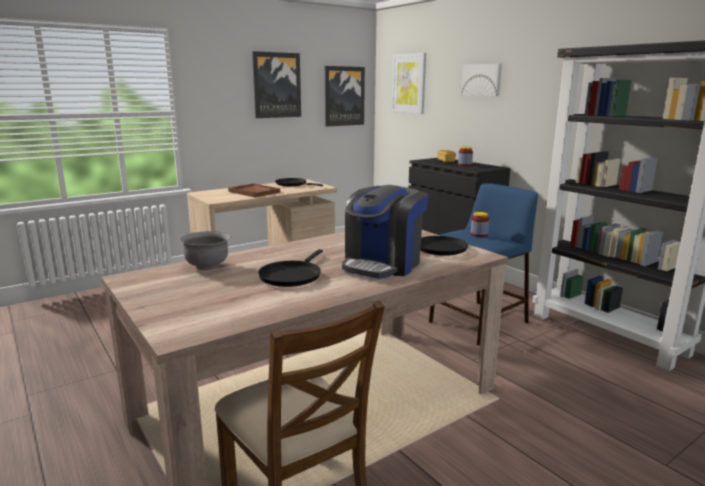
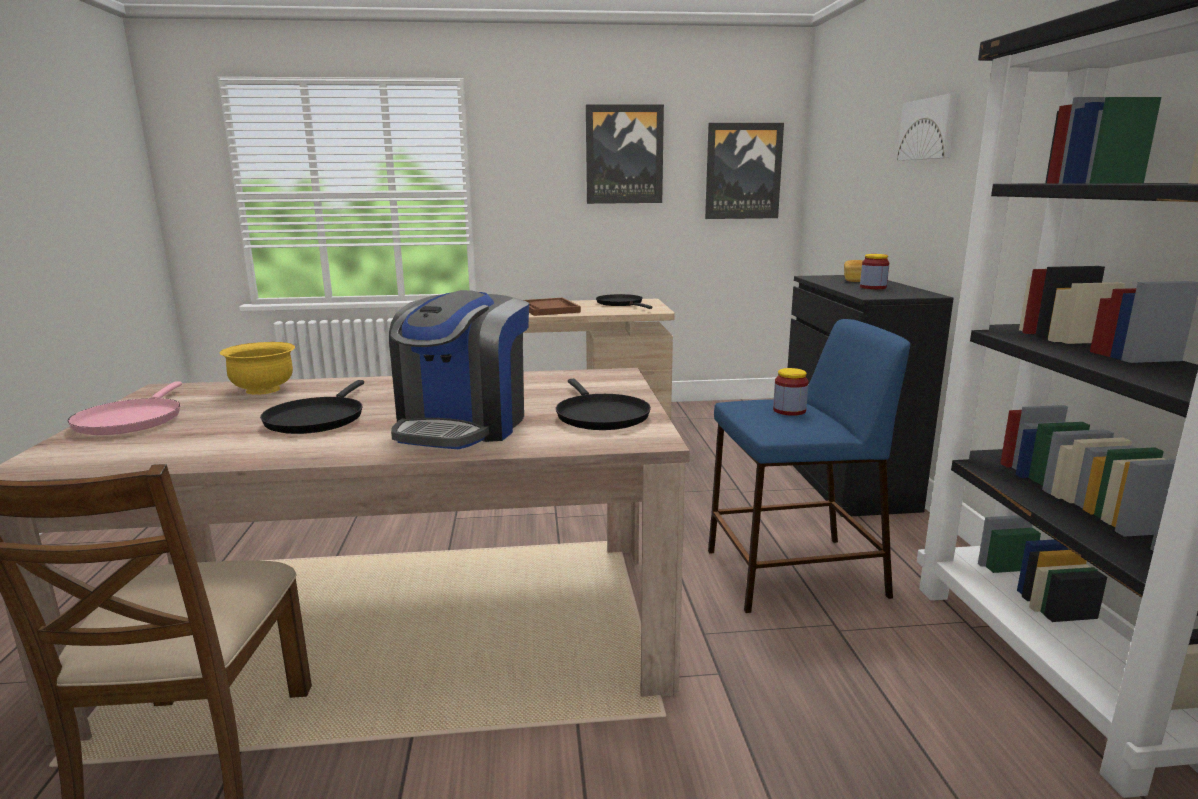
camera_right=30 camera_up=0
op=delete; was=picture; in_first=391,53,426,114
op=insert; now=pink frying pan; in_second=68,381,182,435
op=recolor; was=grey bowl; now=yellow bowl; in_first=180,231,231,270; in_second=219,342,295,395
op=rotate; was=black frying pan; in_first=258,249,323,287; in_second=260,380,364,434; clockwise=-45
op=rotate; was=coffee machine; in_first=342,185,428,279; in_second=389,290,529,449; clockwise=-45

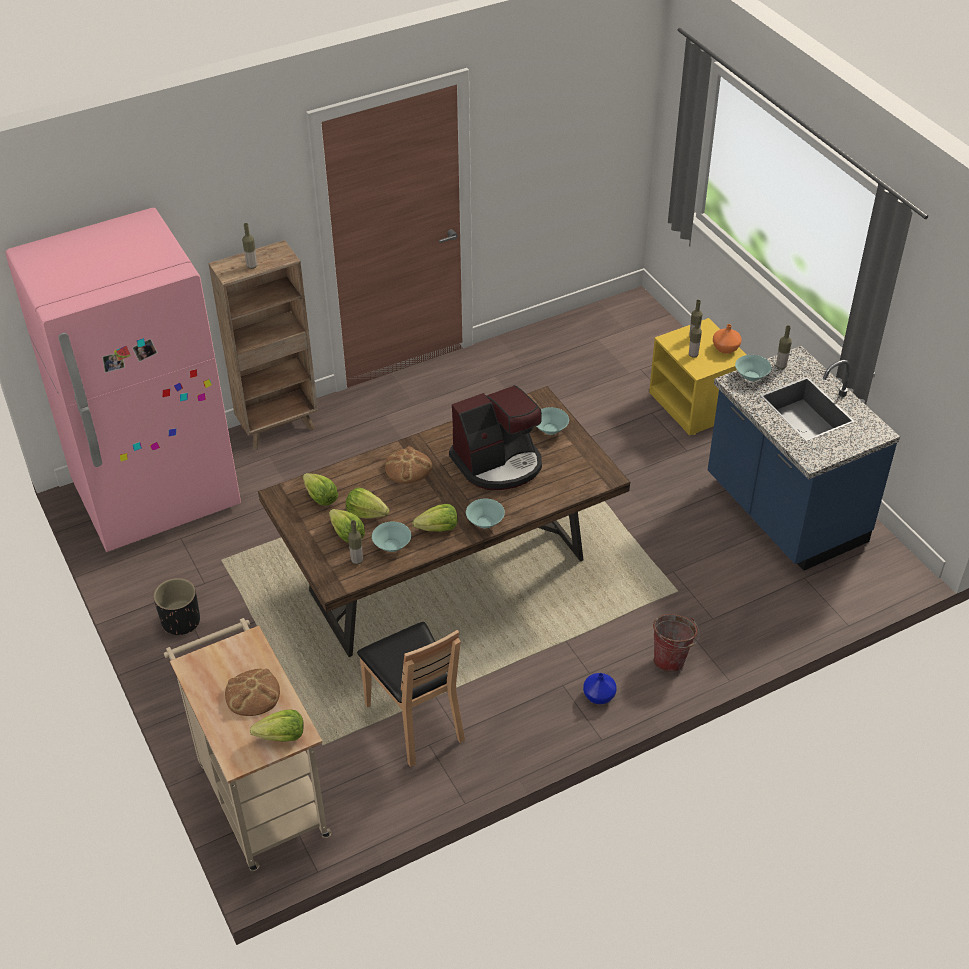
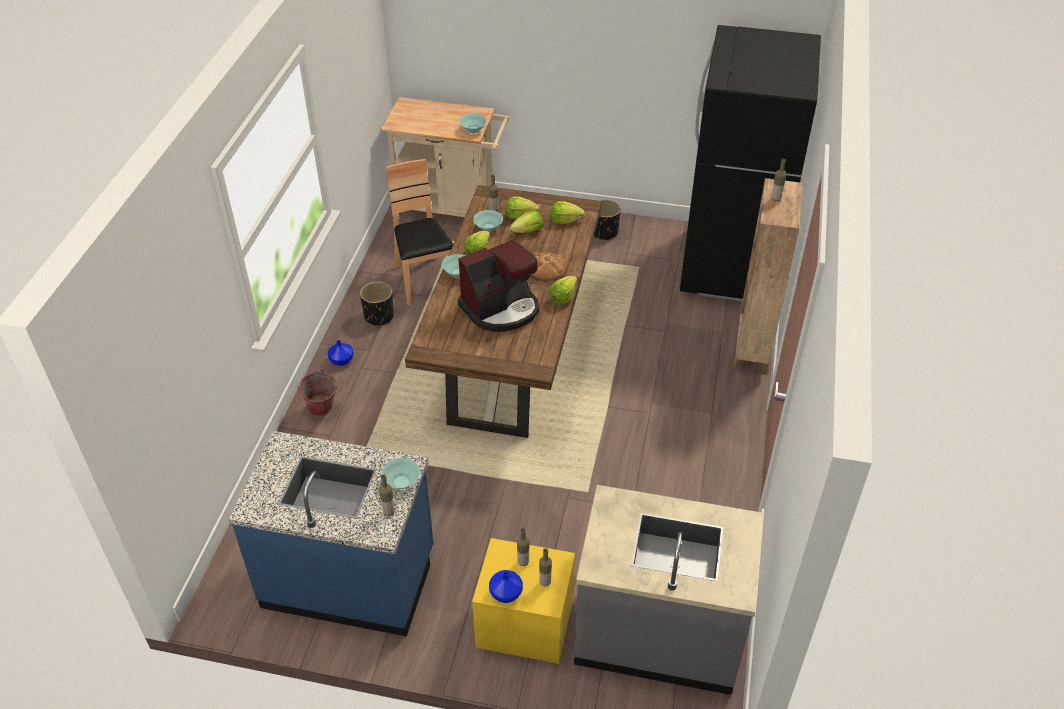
camera_right=130 camera_up=0
op=delete; was=bread; in_first=225,669,280,716
op=insert; now=black planter; in_second=360,281,394,326
op=insert; now=grey counter; in_second=574,485,764,695
op=move; was=lettuce; in_first=250,709,303,742; in_second=549,276,577,305
op=move; was=turquoise bowl; in_first=536,407,569,435; in_second=459,114,487,133
op=recolor; was=pink fridge; now=black fridge; in_first=5,208,241,552; in_second=680,25,821,301
op=recolor; was=orange vase; now=blue vase; in_first=713,324,742,354; in_second=489,570,523,603
op=rotate; was=brown chair; in_first=357,622,465,767; in_second=386,159,453,305; clockwise=60
op=rotate; was=coffee machine; in_first=449,385,542,490; in_second=458,240,539,332; clockwise=-135

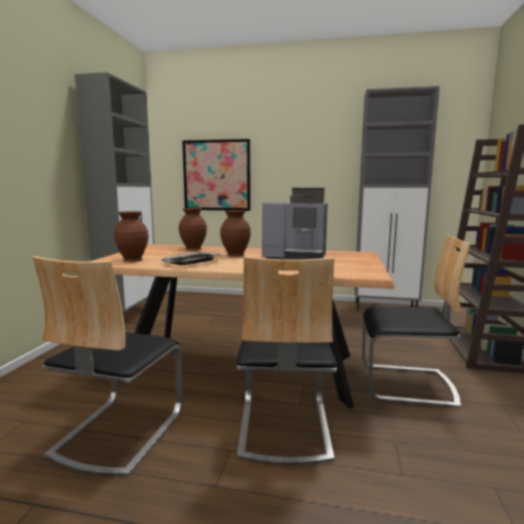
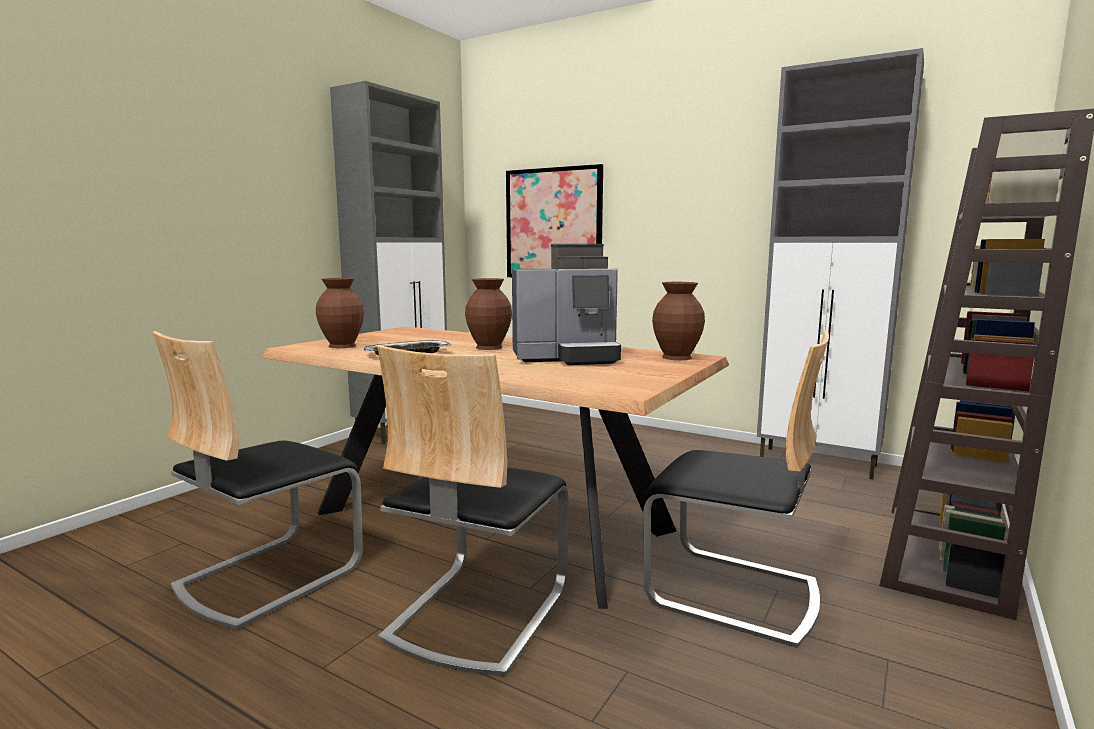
camera_right=20 camera_up=0
op=move; was=brown vase; in_first=179,208,207,250; in_second=652,282,705,360
op=rotate; was=coffee machine; in_first=262,188,328,260; in_second=512,244,621,365; clockwise=-45

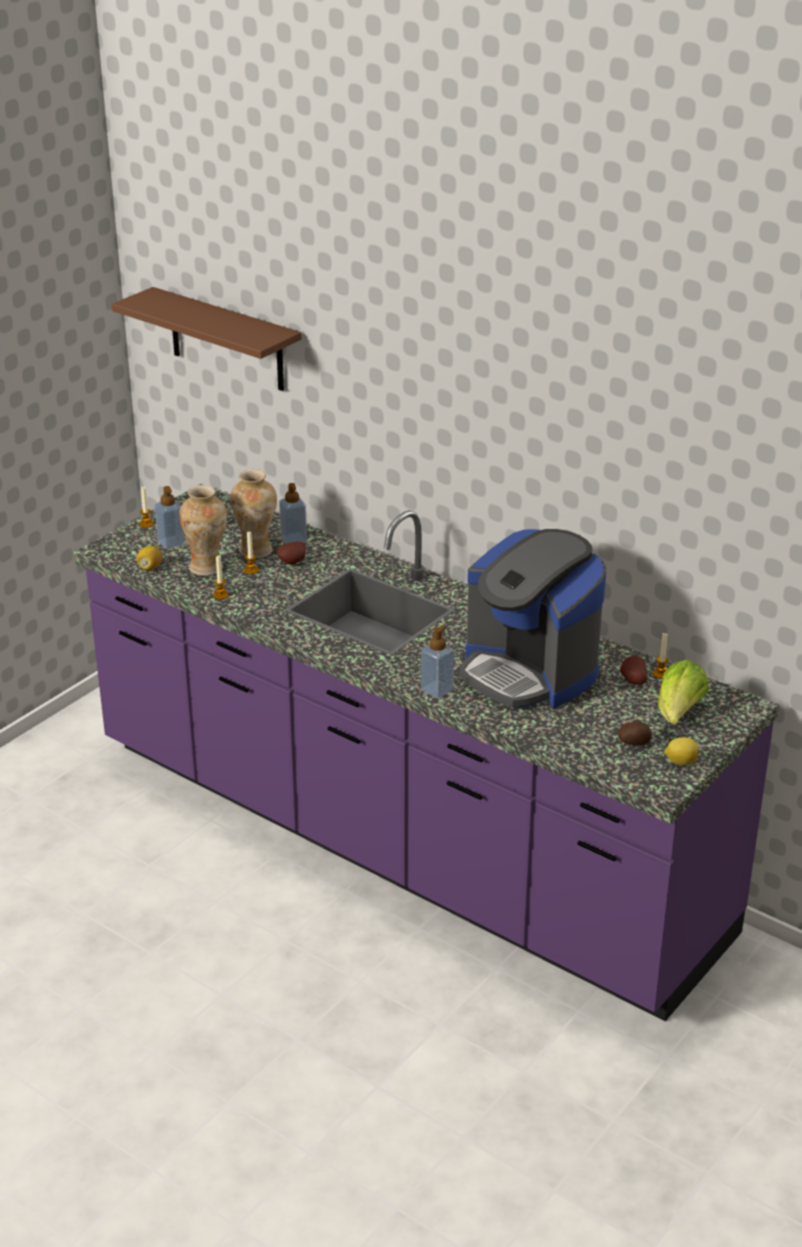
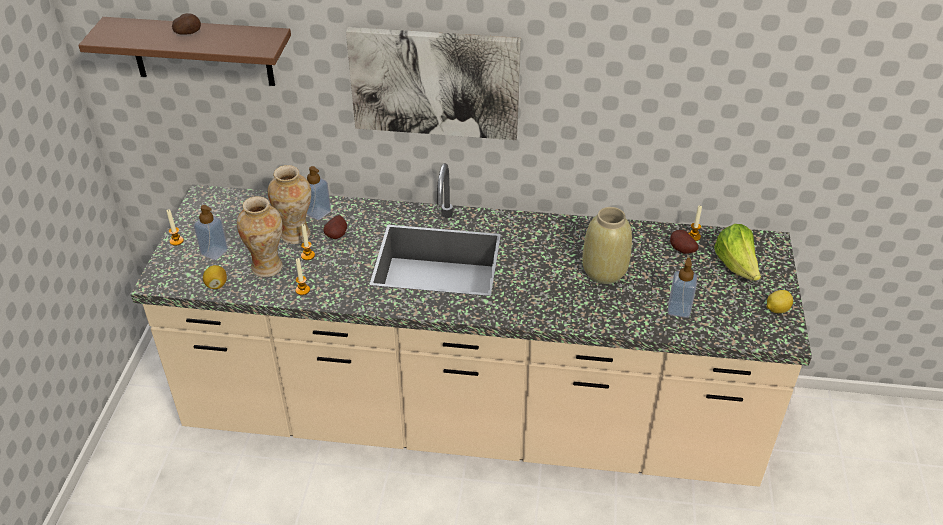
camera_right=-30 camera_up=10
op=insert; now=picture; in_second=346,27,521,140
op=move; was=soap dispenser; in_first=421,625,454,698; in_second=668,258,697,318
op=move; was=potato; in_first=618,721,652,746; in_second=172,13,201,34
op=replace; was=coffee machine; now=beige vase; in_first=459,529,606,708; in_second=582,207,632,284
op=recolor; was=purple counter; now=beige counter; in_first=73,484,779,1021; in_second=131,163,812,487

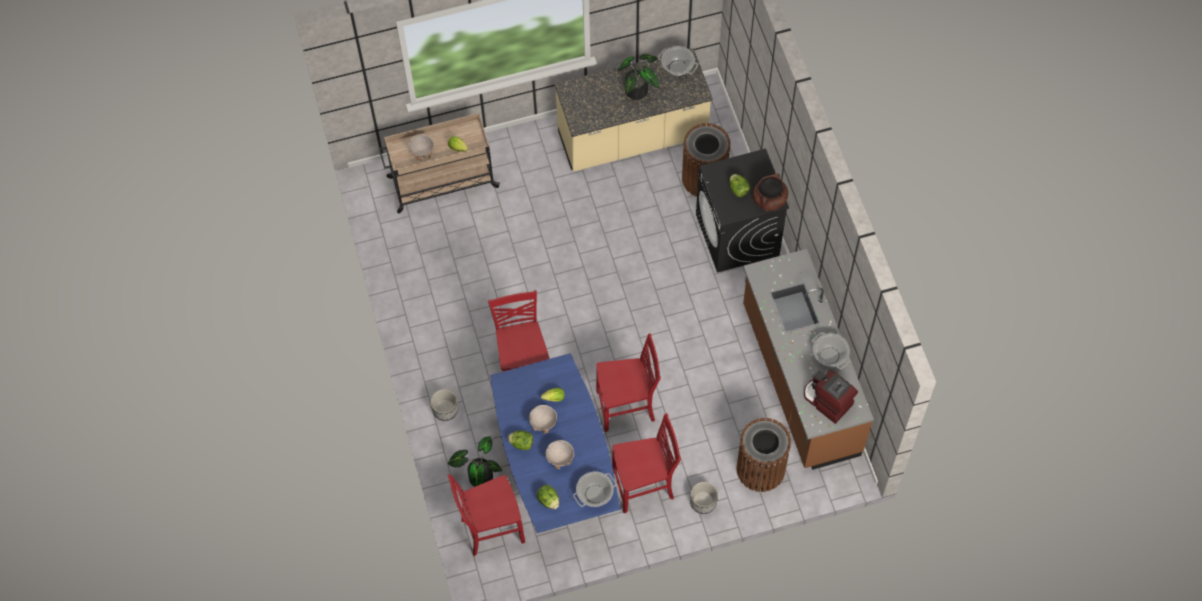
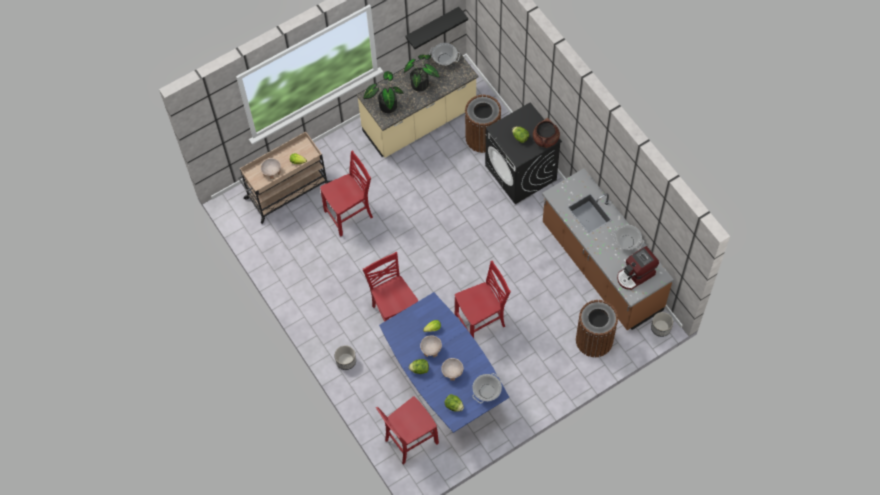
camera_right=-15 camera_up=0
op=insert; now=black shelf; in_second=405,7,468,49
op=move; was=potted plant; in_first=448,436,502,487; in_second=363,71,404,113
op=move; was=red chair; in_first=612,413,681,513; in_second=320,150,373,237
op=move; was=planter; in_first=690,482,718,514; in_second=651,312,673,337
op=rotate; was=coffee machine; in_first=804,370,858,424; in_second=617,246,659,290; clockwise=-60

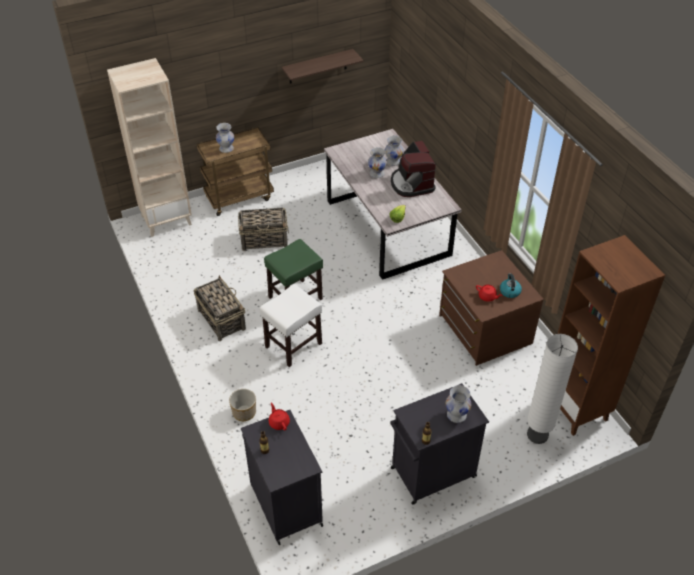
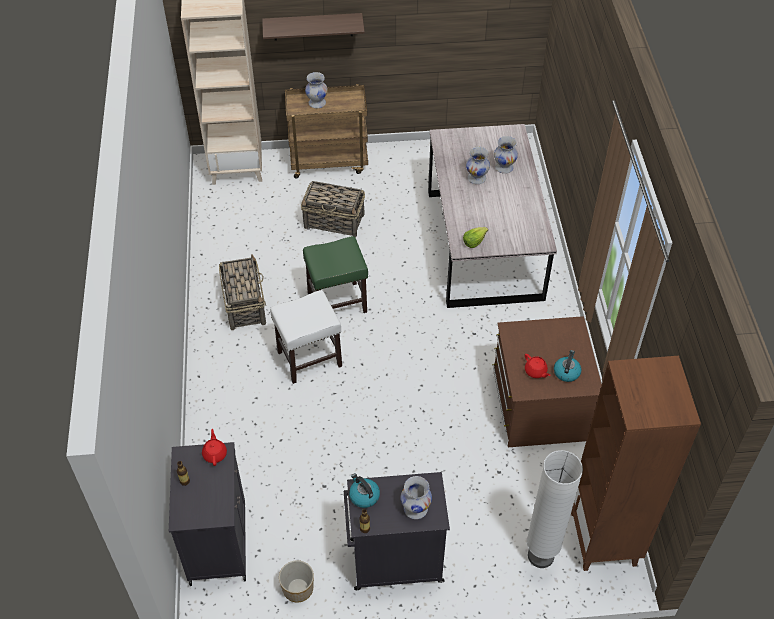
camera_right=20 camera_up=5
op=delete; was=coffee machine; in_first=391,141,436,197
op=insert; now=kettle; in_second=349,473,380,508
op=move; was=planter; in_first=229,389,256,421; in_second=279,560,314,603
op=move; was=shelf; in_first=281,49,363,83; in_second=262,13,365,41

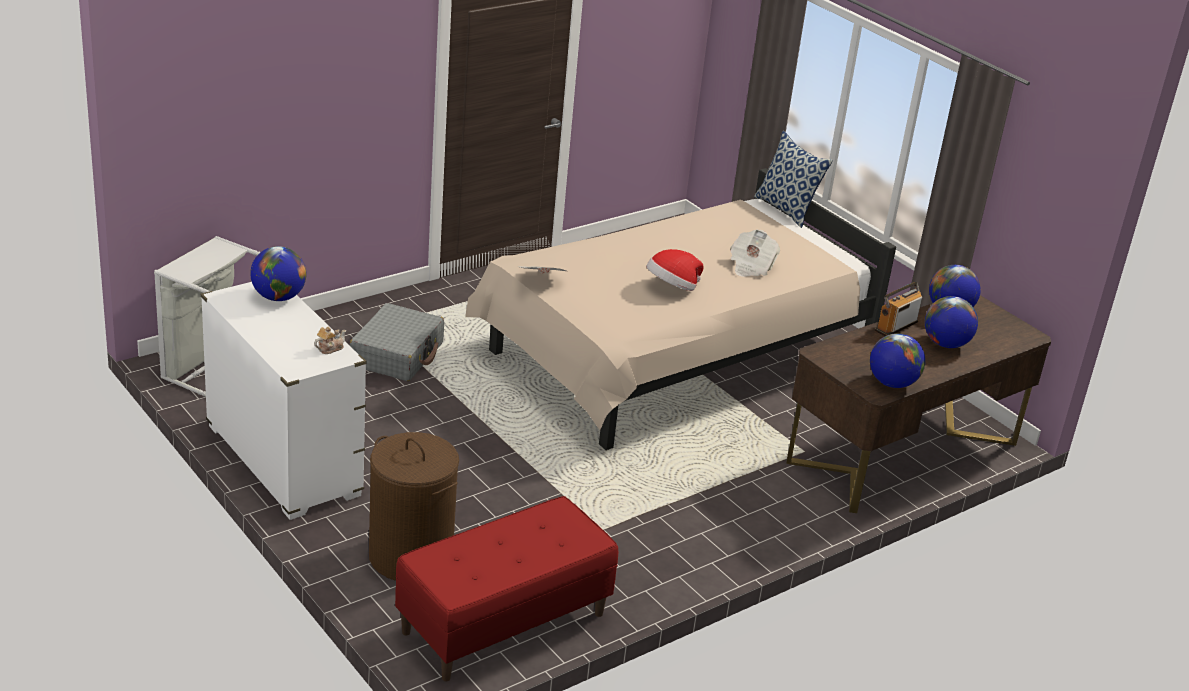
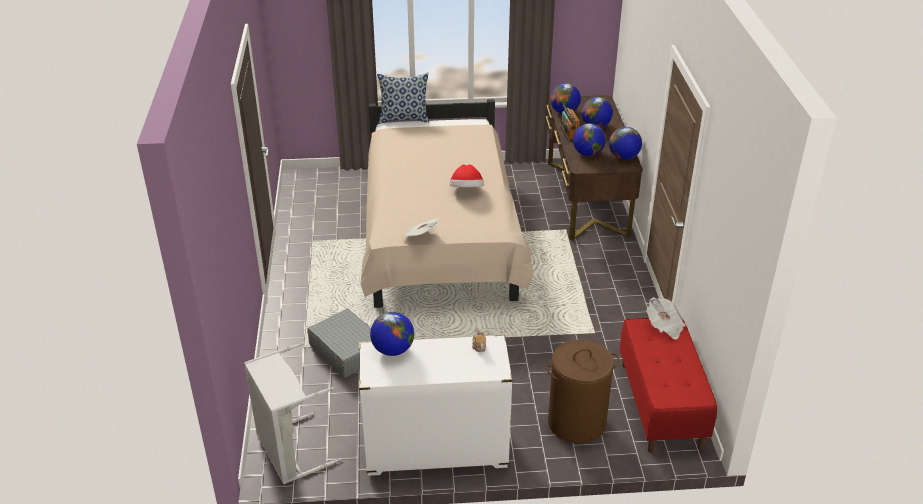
camera_right=-55 camera_up=5
op=insert; now=globe; in_second=573,123,606,156
op=move; was=newspaper; in_first=730,229,780,277; in_second=646,297,686,339

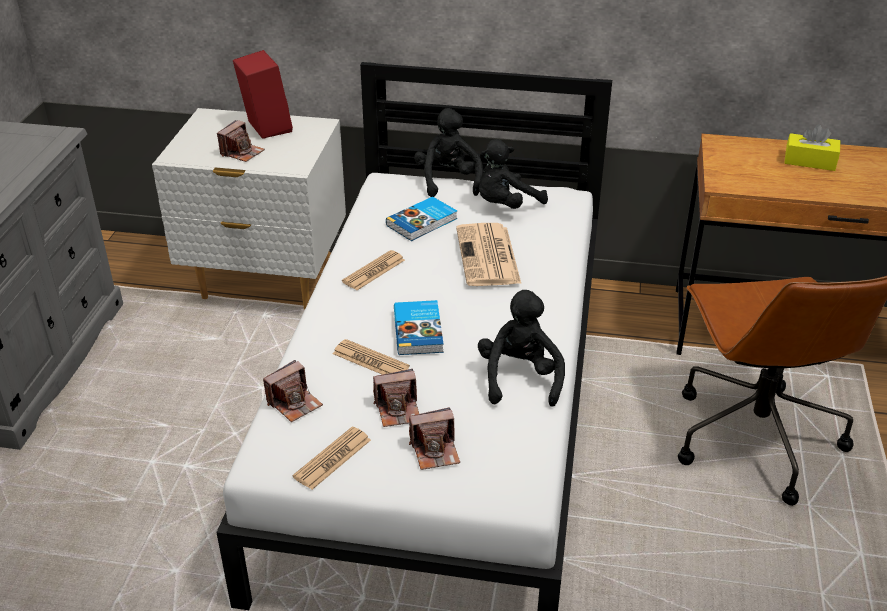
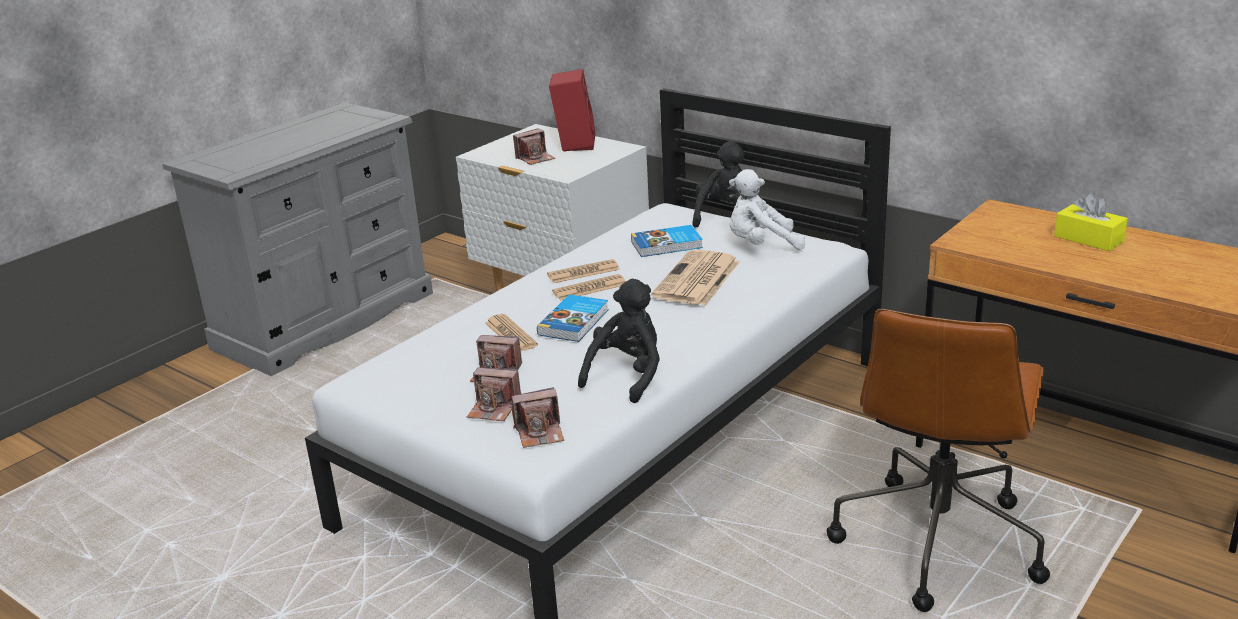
camera_right=30 camera_up=-10
op=move; was=photo camera; in_first=263,360,323,422; in_second=511,387,564,448
op=move; was=newspaper; in_first=293,427,371,490; in_second=552,274,626,301
op=recolor; was=black plush toy; now=white plush toy; in_first=479,139,548,209; in_second=729,169,805,250

